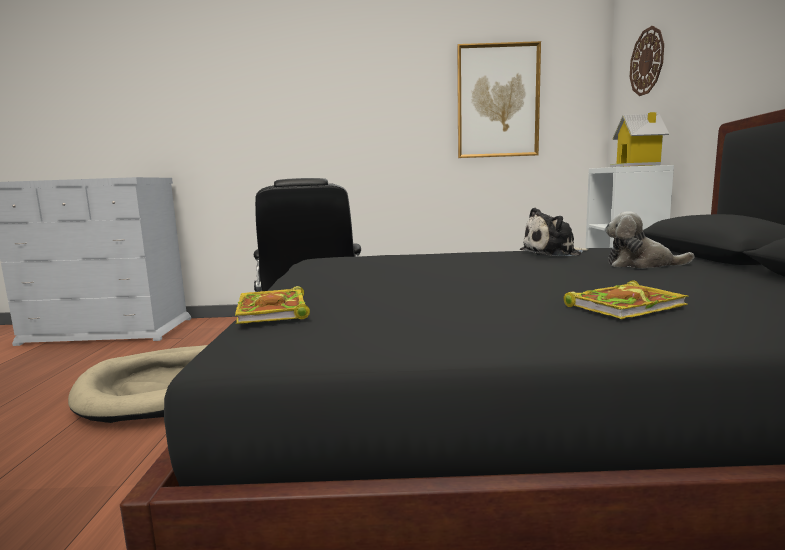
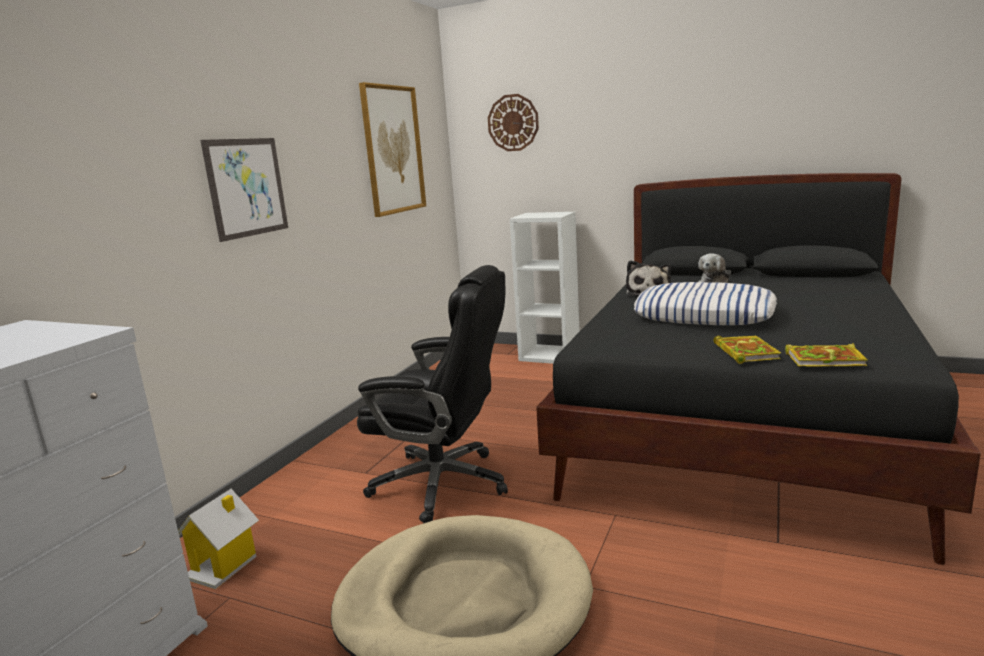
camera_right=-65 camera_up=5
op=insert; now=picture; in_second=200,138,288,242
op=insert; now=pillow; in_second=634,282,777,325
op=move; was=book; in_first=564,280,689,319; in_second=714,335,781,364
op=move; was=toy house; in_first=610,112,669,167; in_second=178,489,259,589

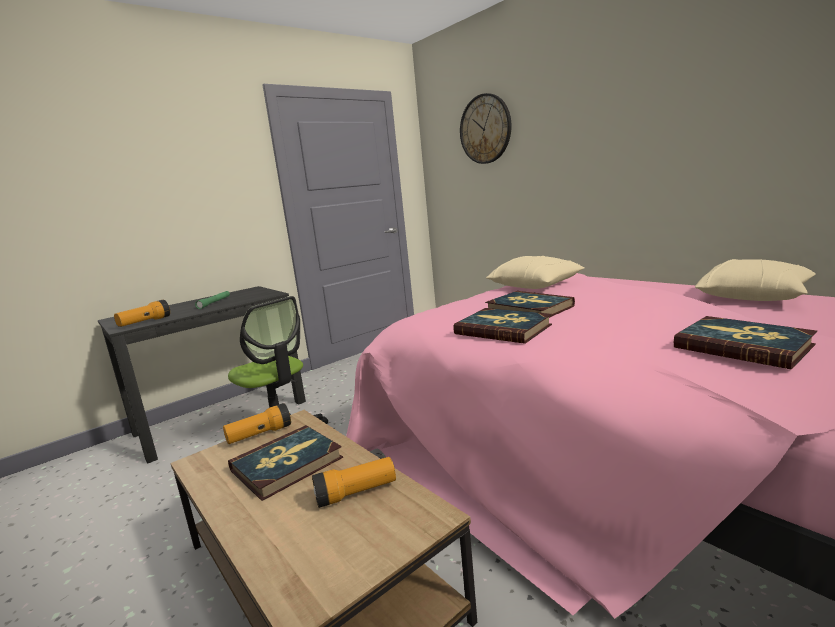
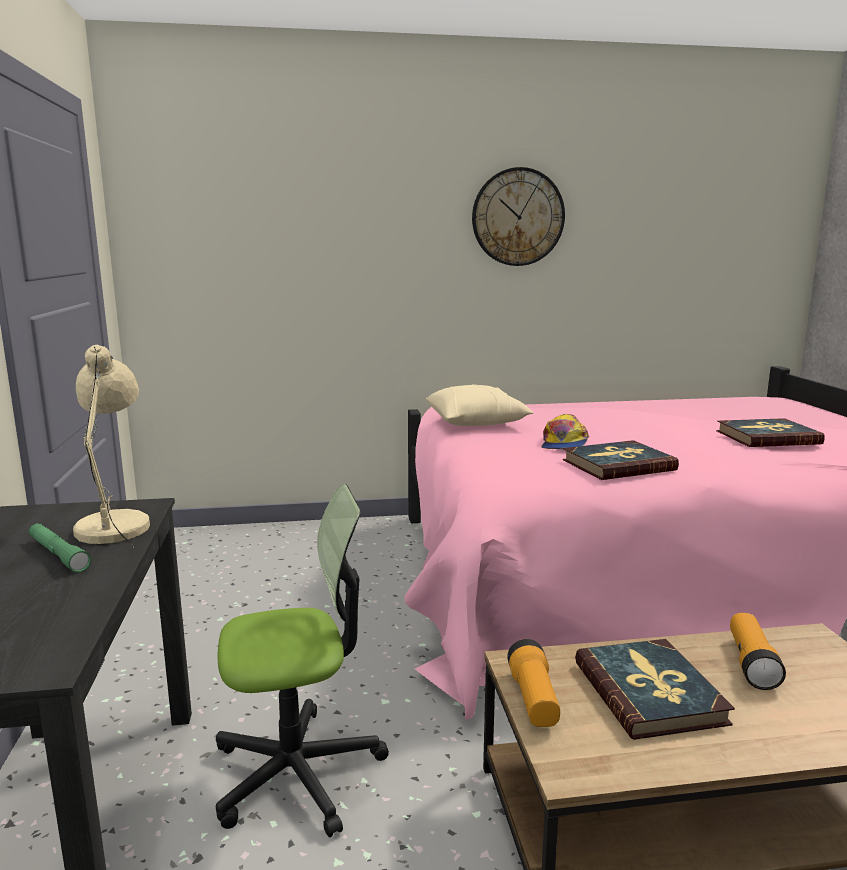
camera_right=-60 camera_up=0
op=delete; was=flashlight; in_first=114,300,170,327
op=delete; was=beige pillow; in_first=695,259,816,301
op=insert; now=beige table lamp; in_second=73,345,150,549
op=move; was=wall clock; in_first=460,93,512,164; in_second=472,167,565,266
op=replace; was=book; now=cap; in_first=485,291,575,318; in_second=542,414,589,449

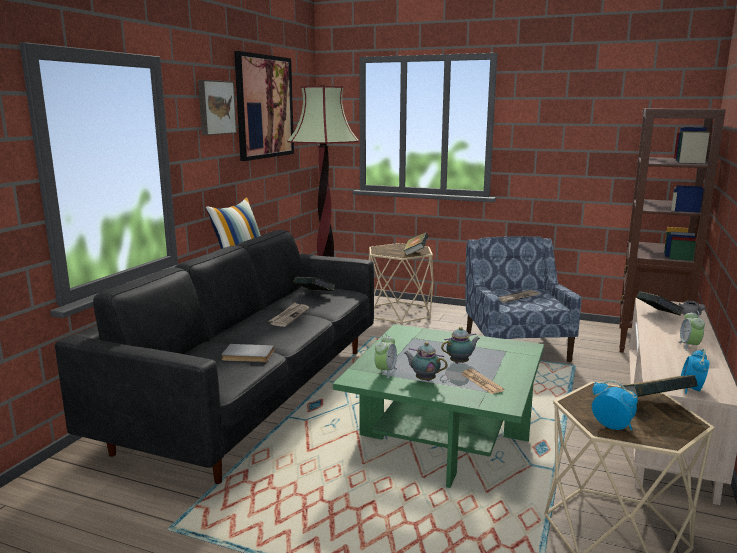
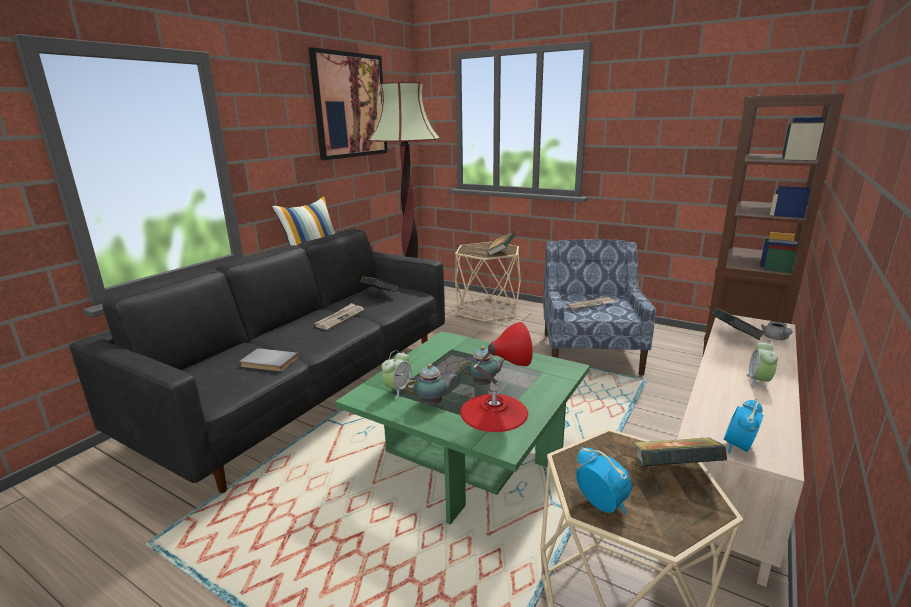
camera_right=10 camera_up=5
op=delete; was=picture; in_first=198,80,237,135
op=replace; was=newspaper; now=red table lamp; in_first=462,369,504,394; in_second=460,322,533,432
op=rotate; was=teapot; in_first=404,342,448,381; in_second=405,364,457,405; clockwise=120

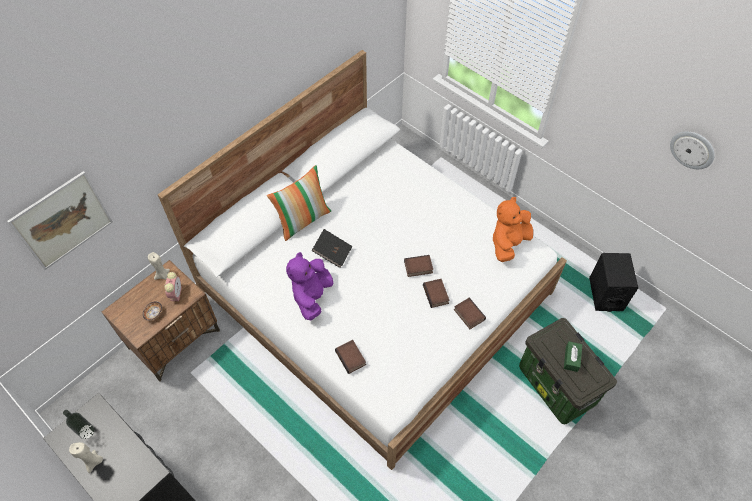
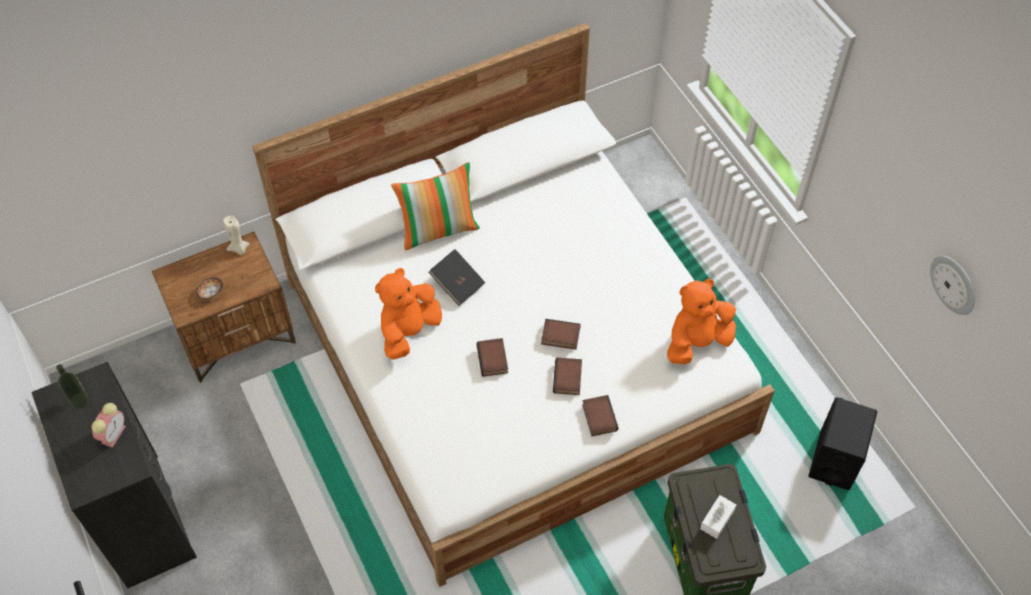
camera_right=20 camera_up=0
op=delete; was=picture; in_first=7,171,113,270
op=delete; was=beige candle; in_first=69,442,103,473
op=move; was=alarm clock; in_first=164,272,182,301; in_second=92,403,126,448
op=move; was=book; in_first=335,340,366,374; in_second=477,338,508,377
op=recolor; was=purple plush toy; now=orange plush toy; in_first=286,252,333,320; in_second=375,268,442,360
op=recolor; was=green tissue box; now=white tissue box; in_first=564,341,582,372; in_second=700,495,736,539

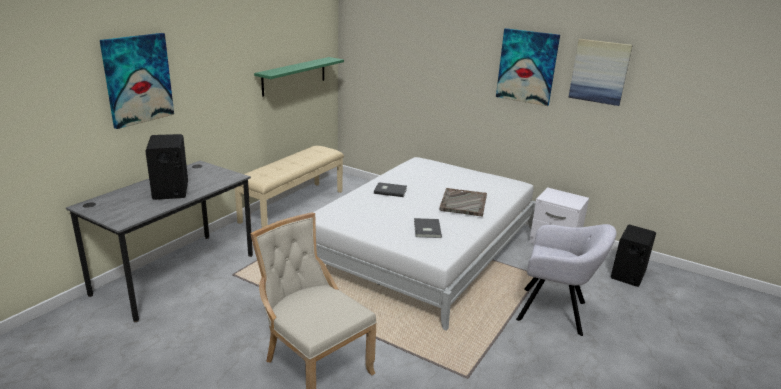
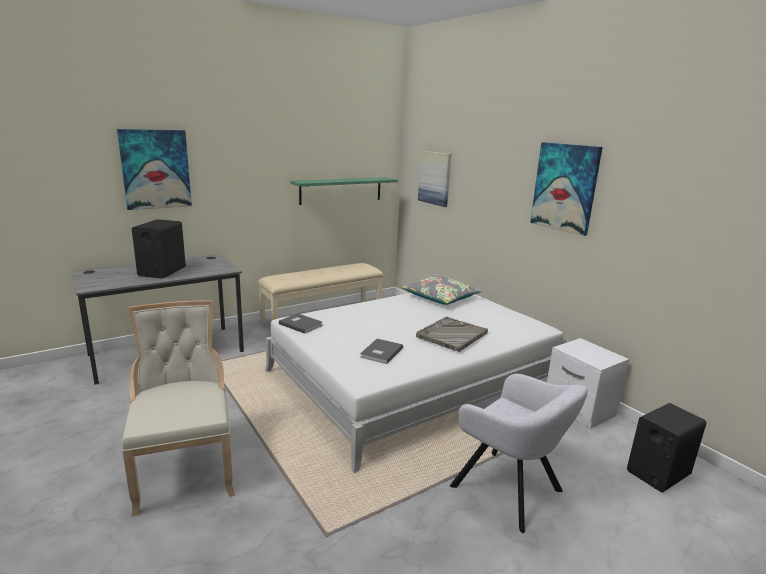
camera_right=25 camera_up=-5
op=insert; now=grey pillow; in_second=401,276,482,305
op=move; was=grey book; in_first=374,182,407,197; in_second=279,313,323,334
op=move; was=picture; in_first=568,39,633,106; in_second=418,150,451,207

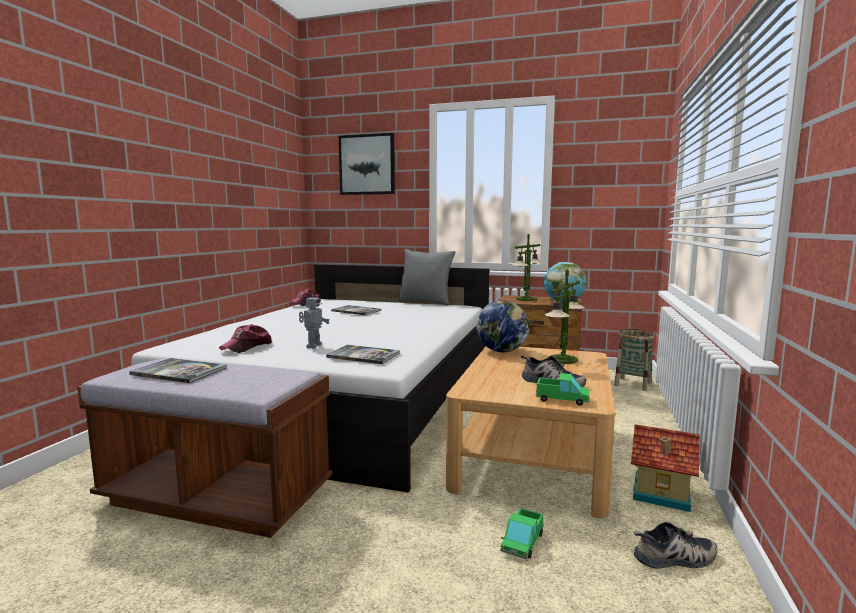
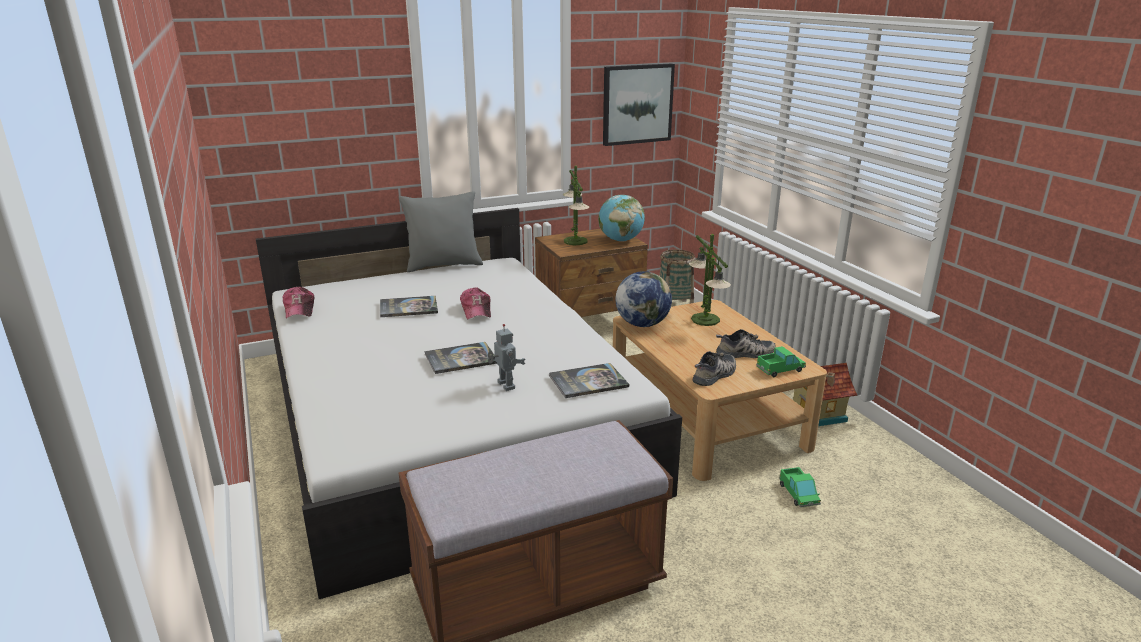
camera_right=-40 camera_up=15
op=move; was=book; in_first=129,358,227,383; in_second=424,342,497,374
op=move; was=cap; in_first=219,324,272,353; in_second=460,288,491,320
op=move; was=picture; in_first=339,133,395,195; in_second=603,63,675,146
op=move; was=shoe; in_first=634,522,717,568; in_second=693,351,736,386

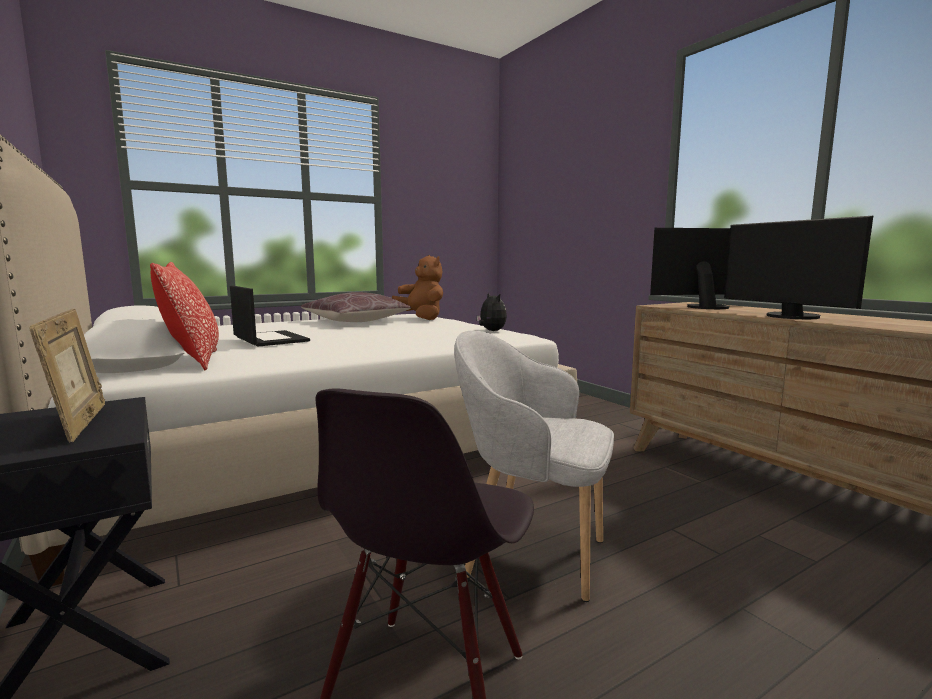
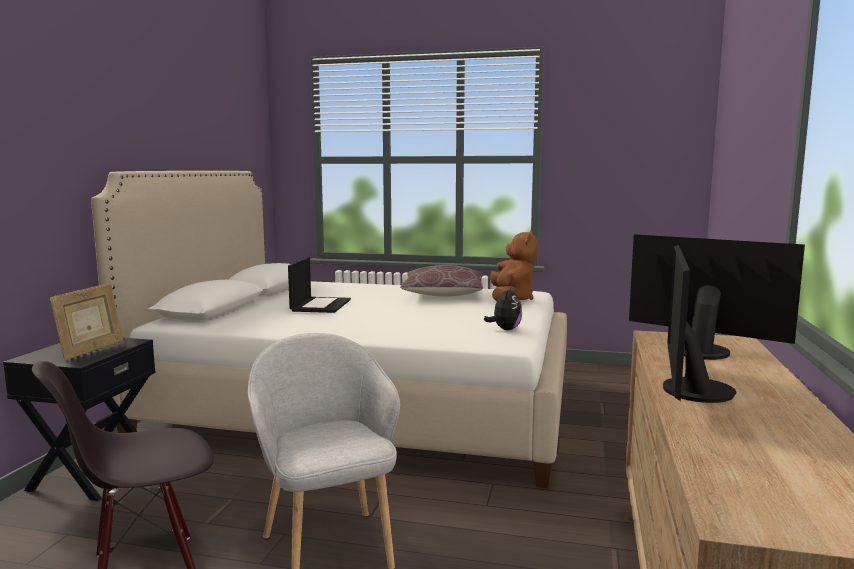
camera_right=45 camera_up=0
op=delete; was=pillow; in_first=150,262,219,371

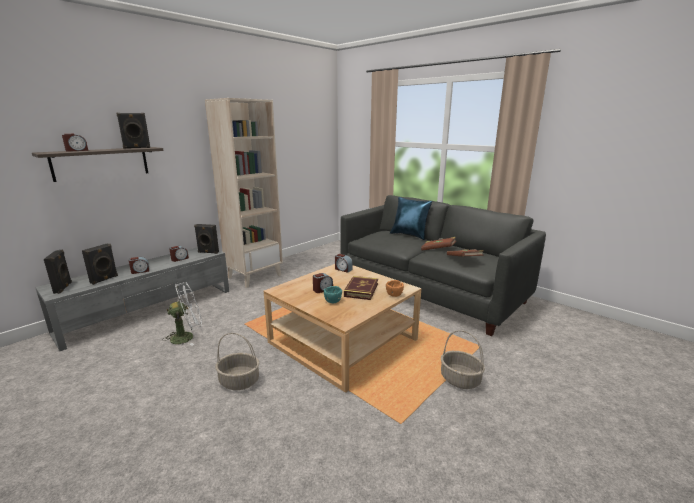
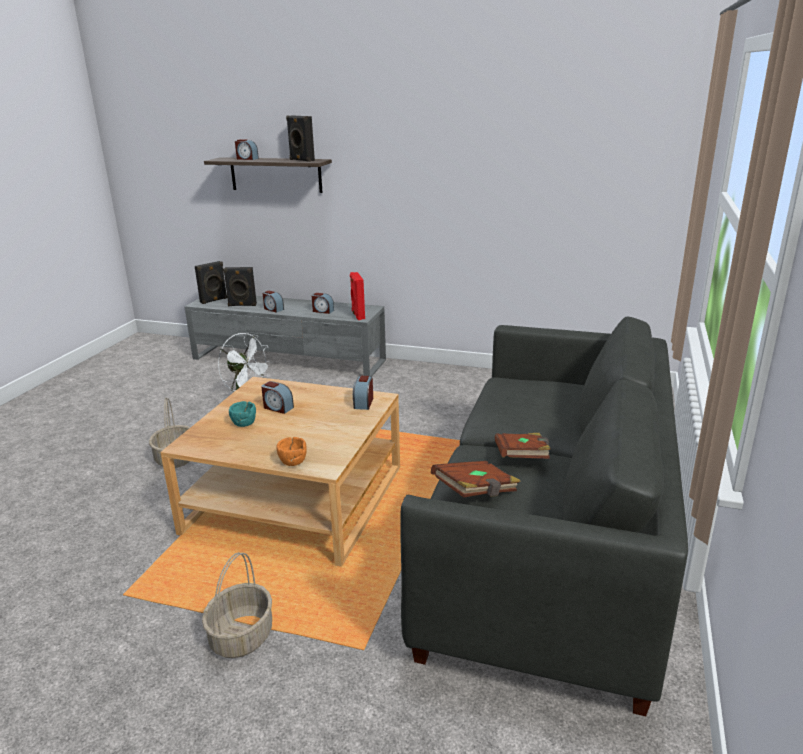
camera_right=65 camera_up=5
op=delete; was=beige bookcase; in_first=205,98,283,288
op=delete; was=book; in_first=344,276,378,300
op=delete; was=blue pillow; in_first=390,197,432,240
op=recolor; was=black speaker; now=red speaker; in_first=194,224,219,254; in_second=350,272,365,320

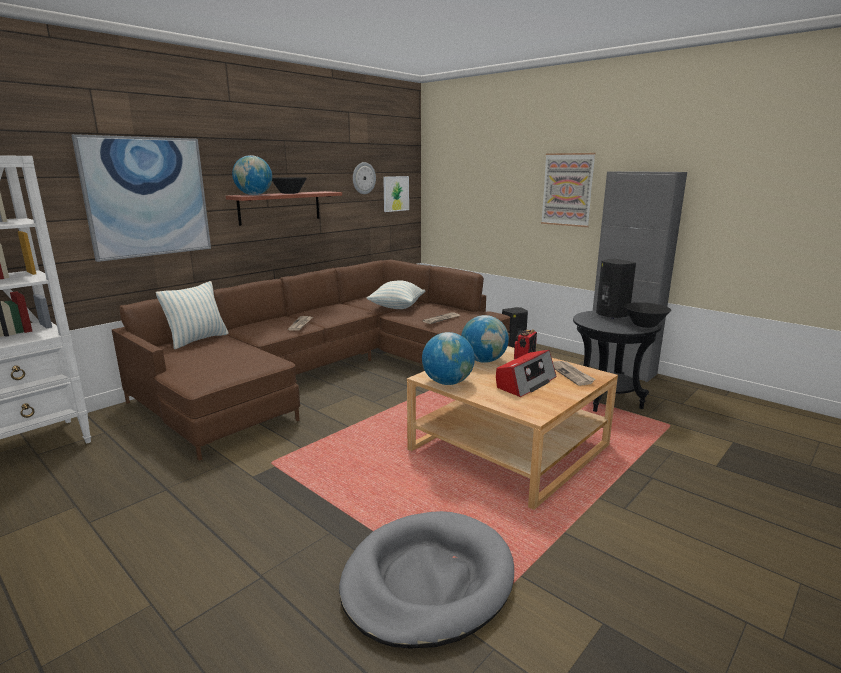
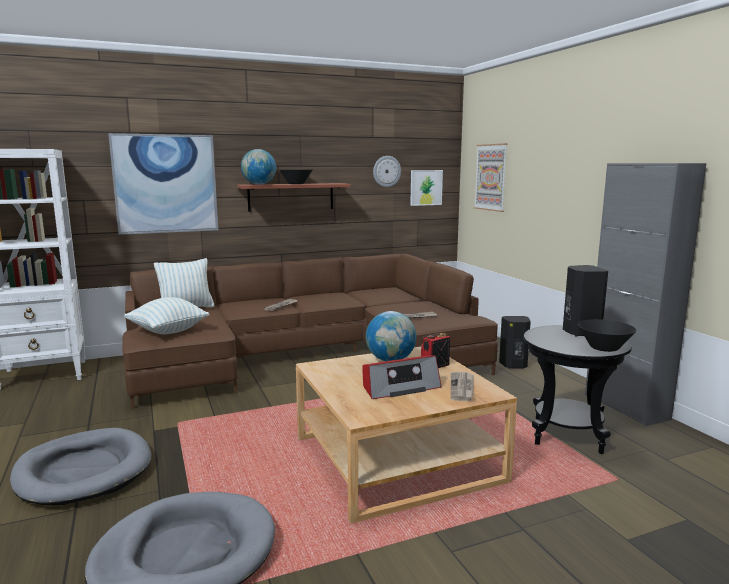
camera_right=25 camera_up=-5
op=delete; was=globe; in_first=422,332,475,385
op=insert; now=grey dog bed; in_second=10,428,151,506
op=move; was=pillow; in_first=367,280,425,309; in_second=124,297,210,334
op=move; was=picture; in_first=541,153,596,227; in_second=474,143,508,212

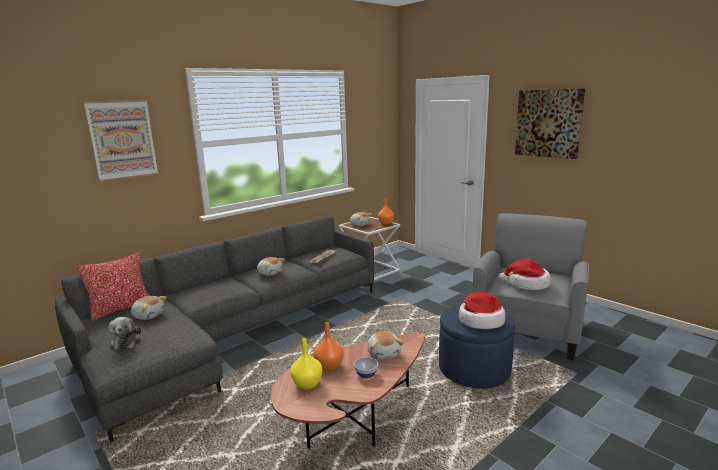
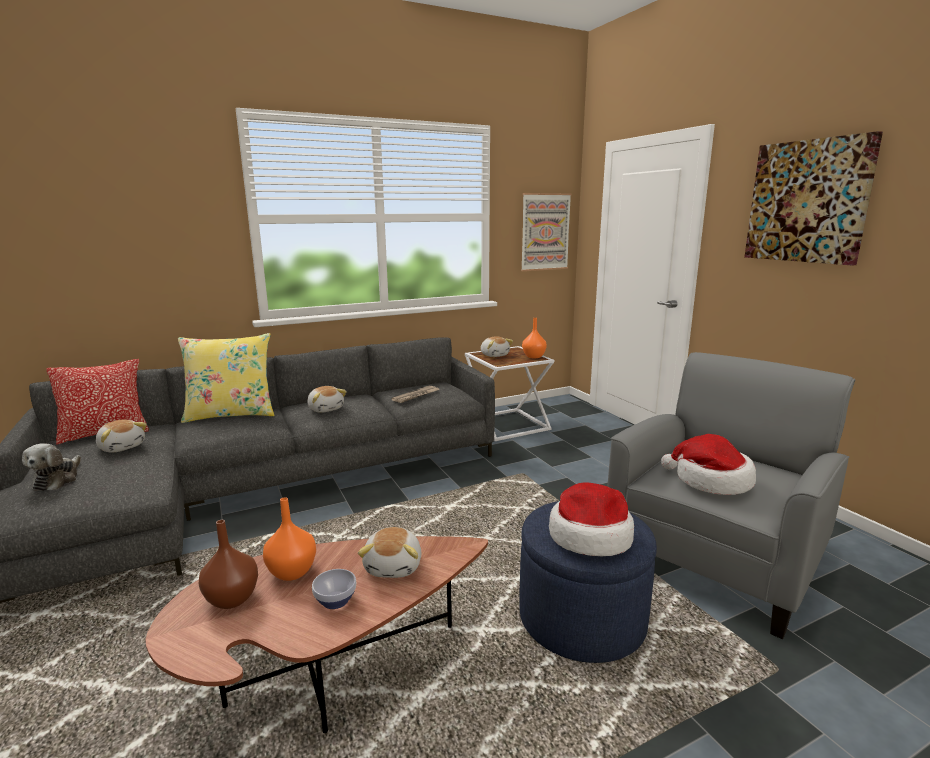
camera_right=15 camera_up=0
op=insert; now=yellow pillow; in_second=178,333,275,423
op=move; was=picture; in_first=84,100,158,181; in_second=521,193,572,271
op=recolor; was=yellow vase; now=brown vase; in_first=291,338,322,390; in_second=198,520,258,609

